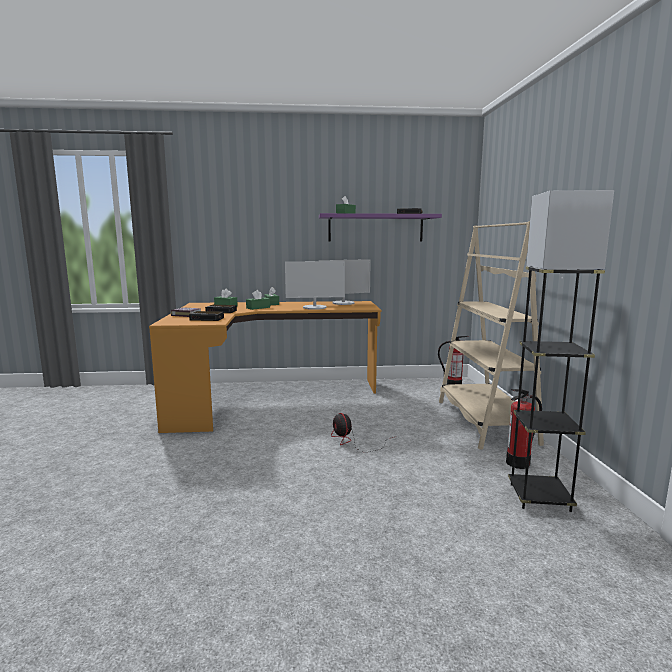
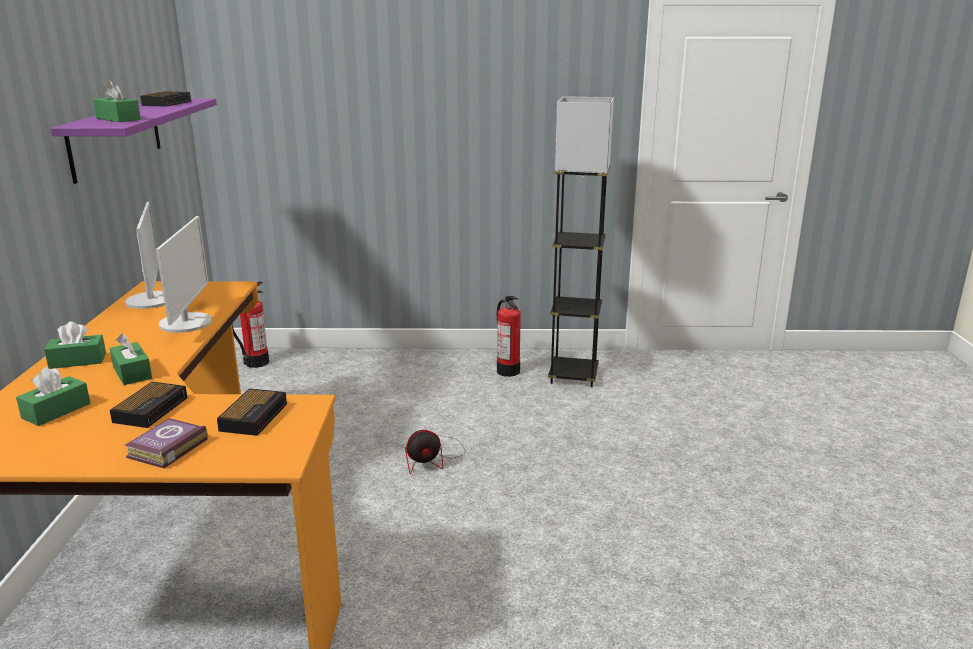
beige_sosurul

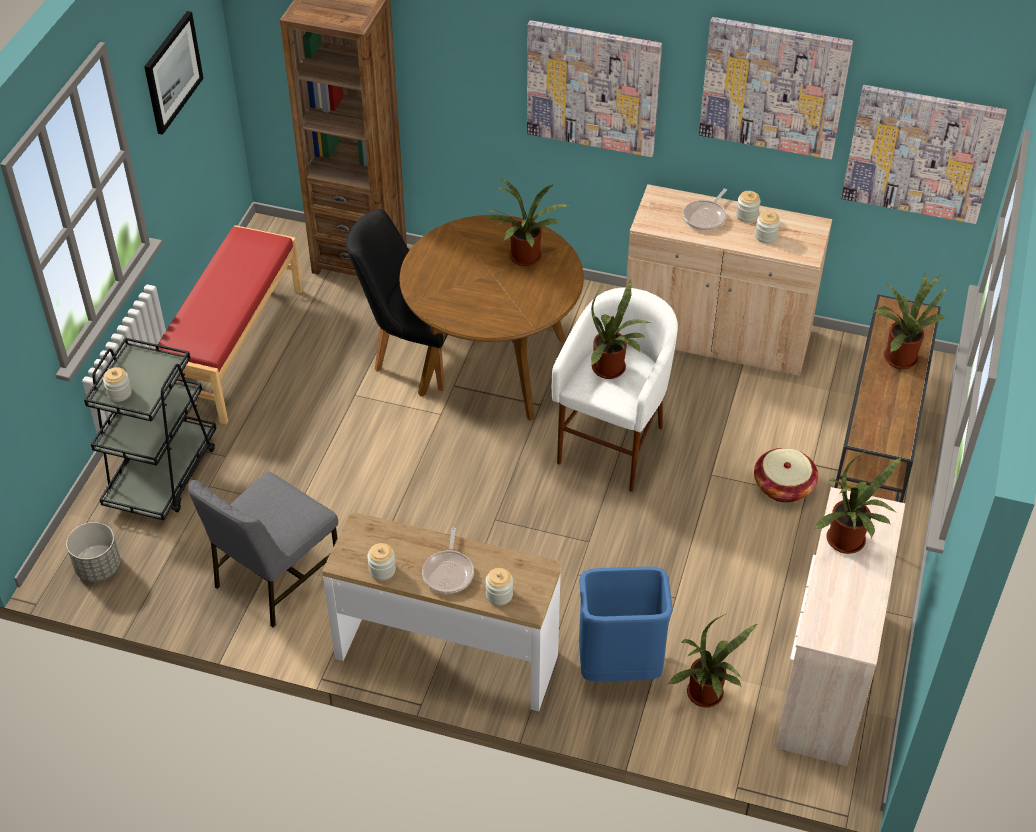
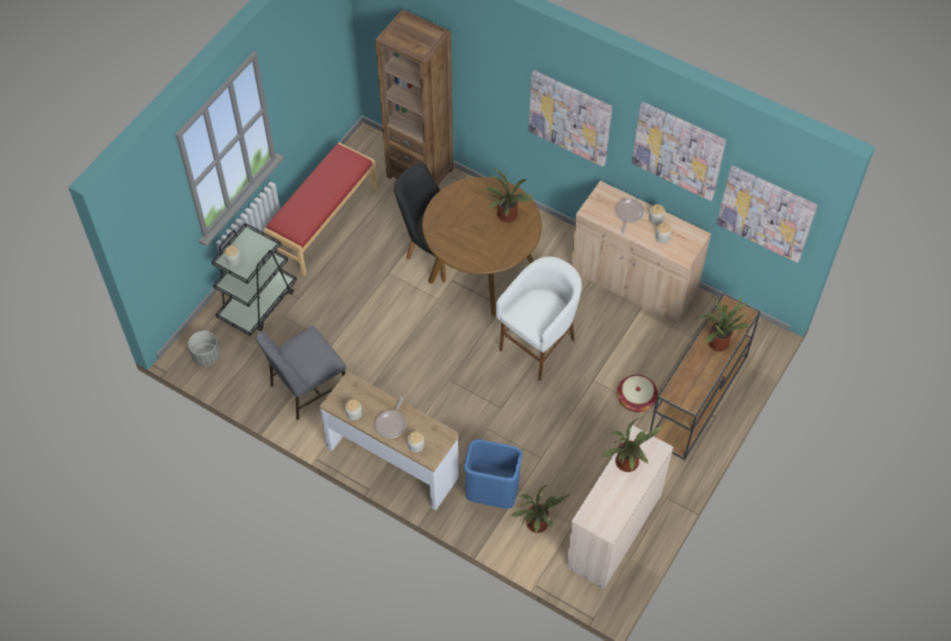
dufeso (no. 1 from left in the first image); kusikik (no. 2 from left in the first image); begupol (no. 2 from left)

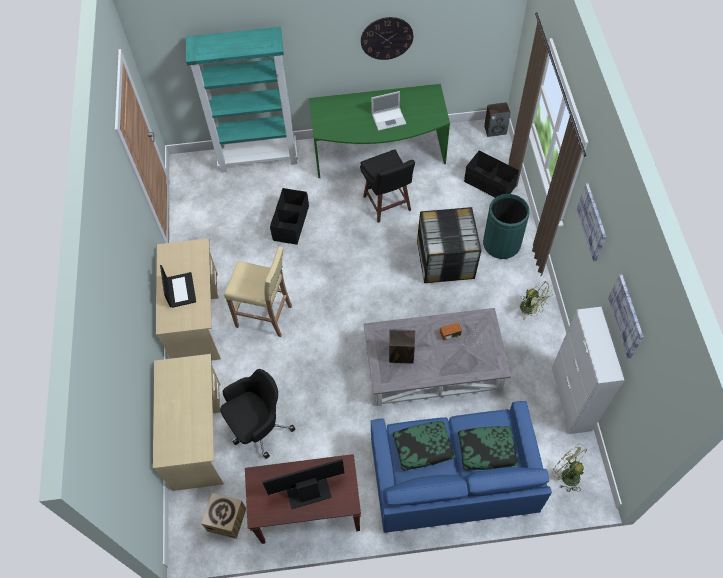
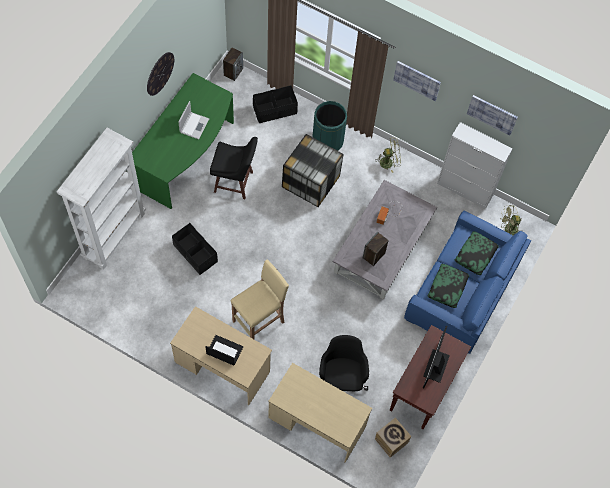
white_sosurul

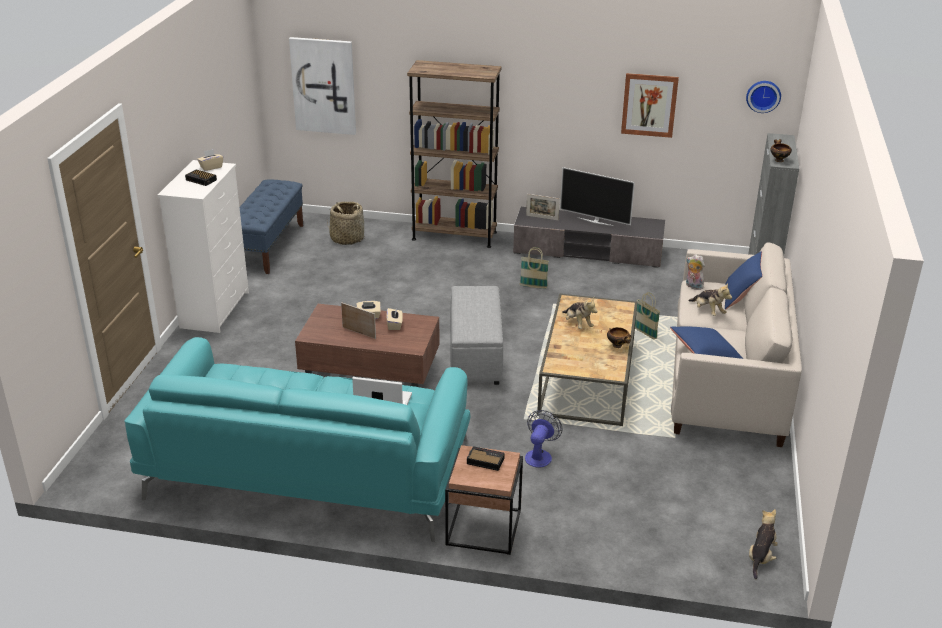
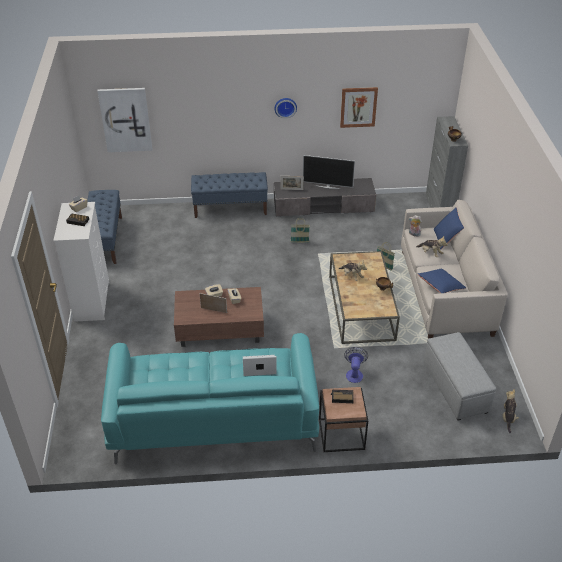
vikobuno (no. 1 from left in the first image); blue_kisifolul (no. 2 from left); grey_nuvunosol; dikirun

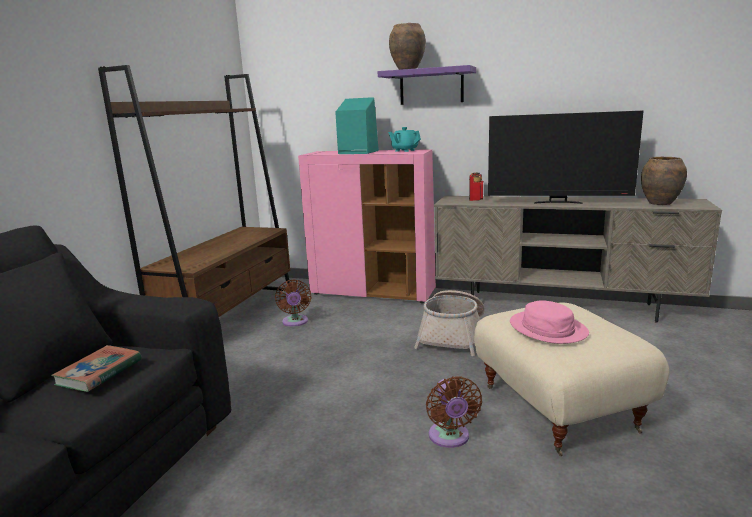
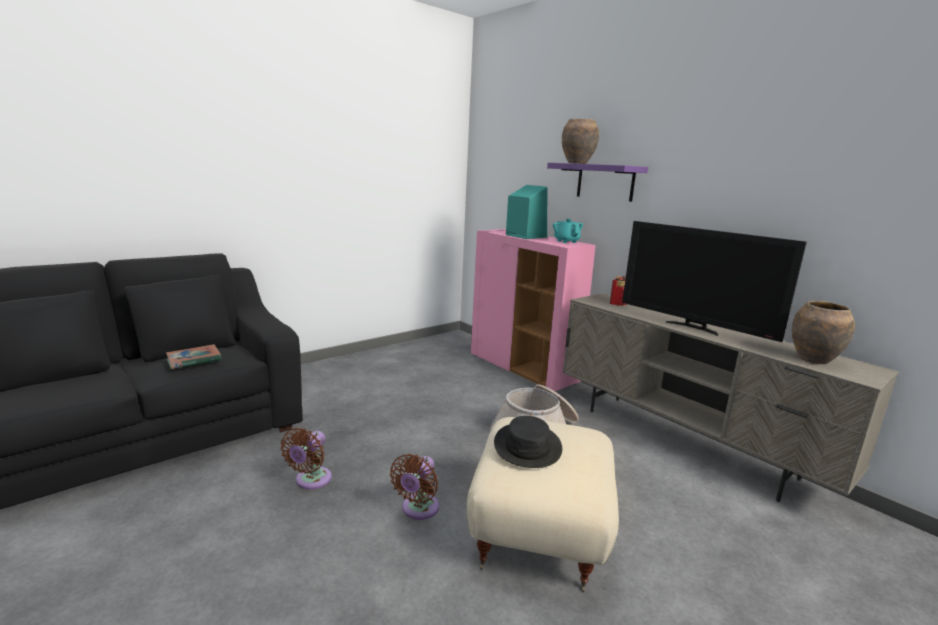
brown_sosurul; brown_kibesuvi (no. 1 from left); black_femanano

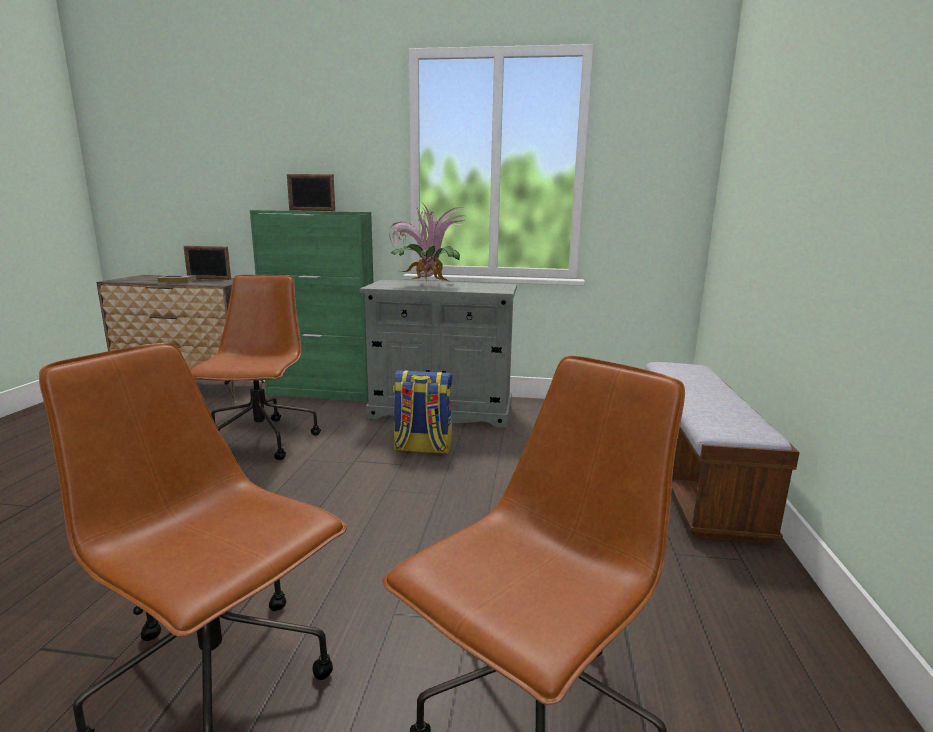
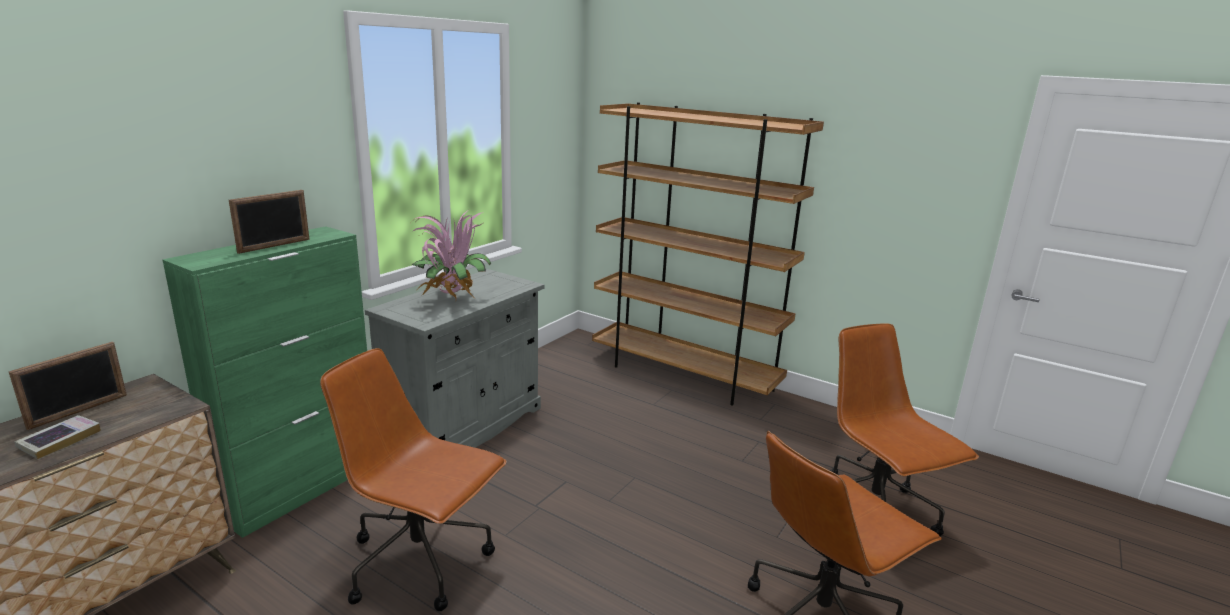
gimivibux; brown_sosurul

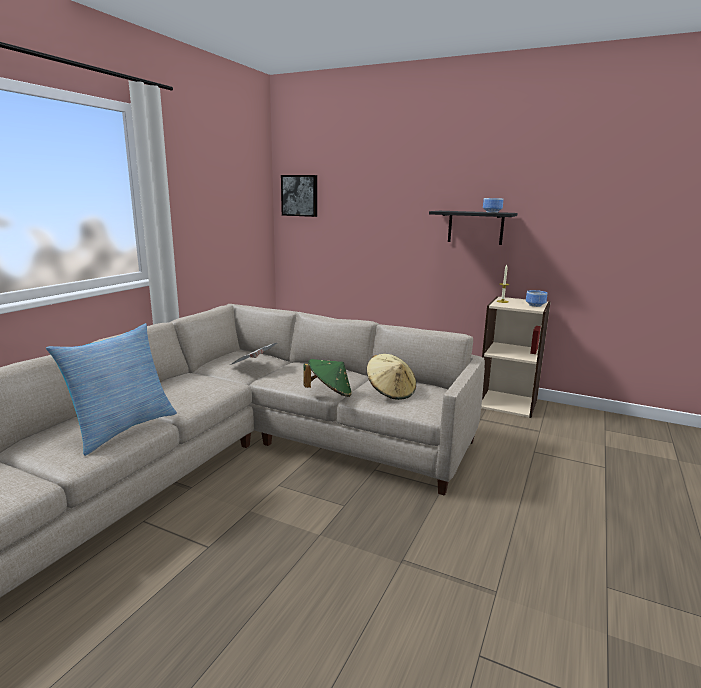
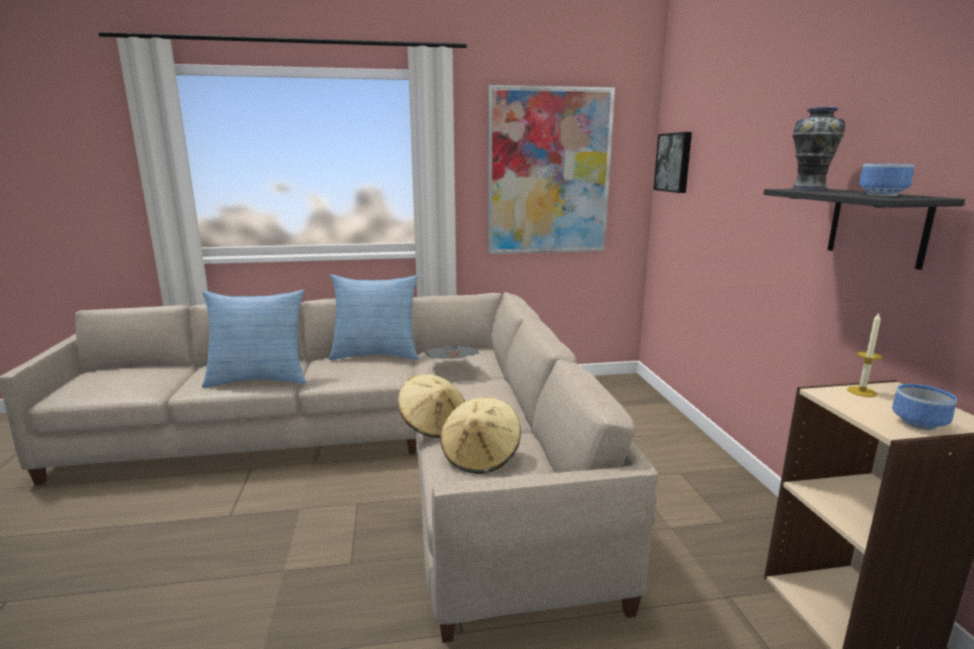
beige_femanano (no. 1 from left); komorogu (no. 2 from left); dufeso (no. 1 from left); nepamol

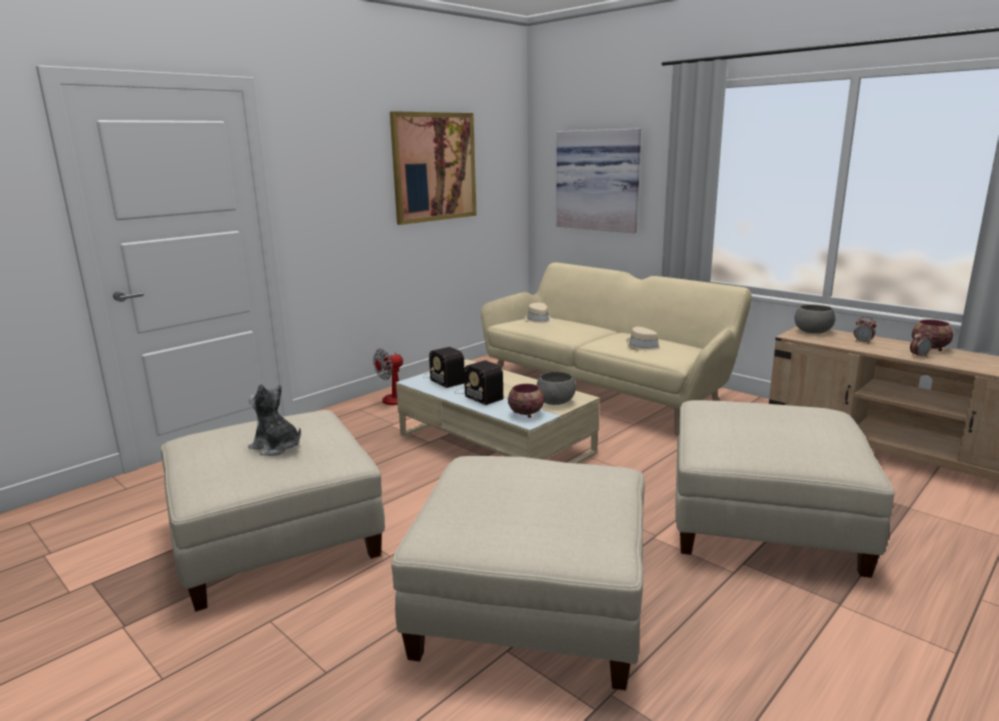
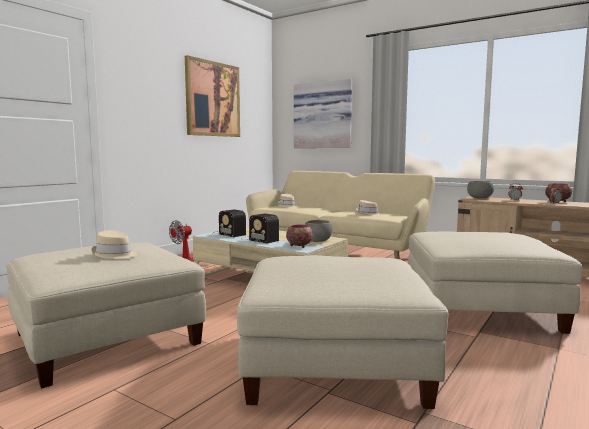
beige_femanano (no. 1 from left)

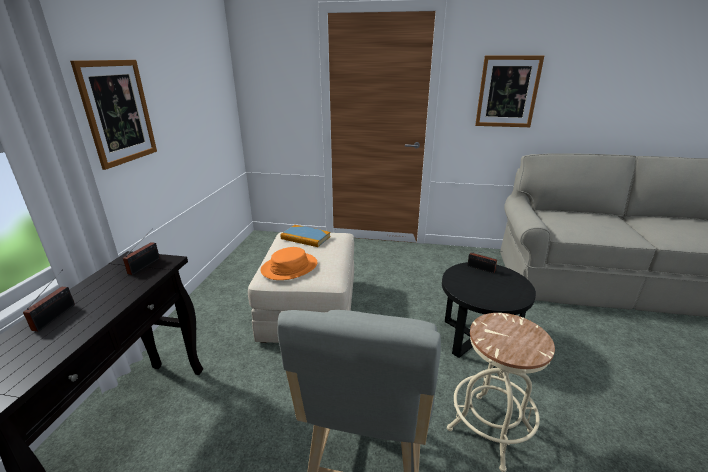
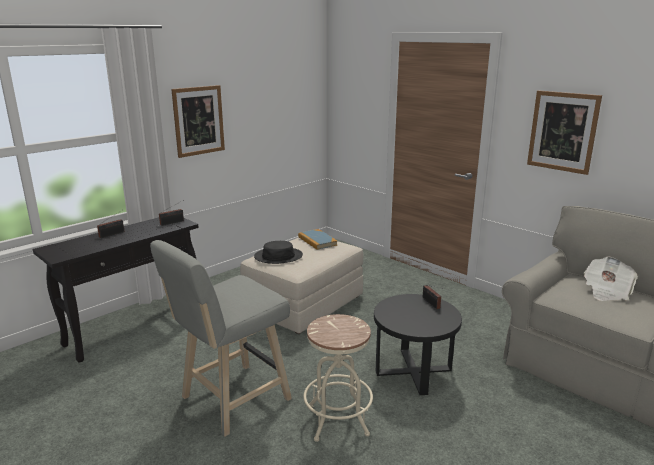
black_femanano; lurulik

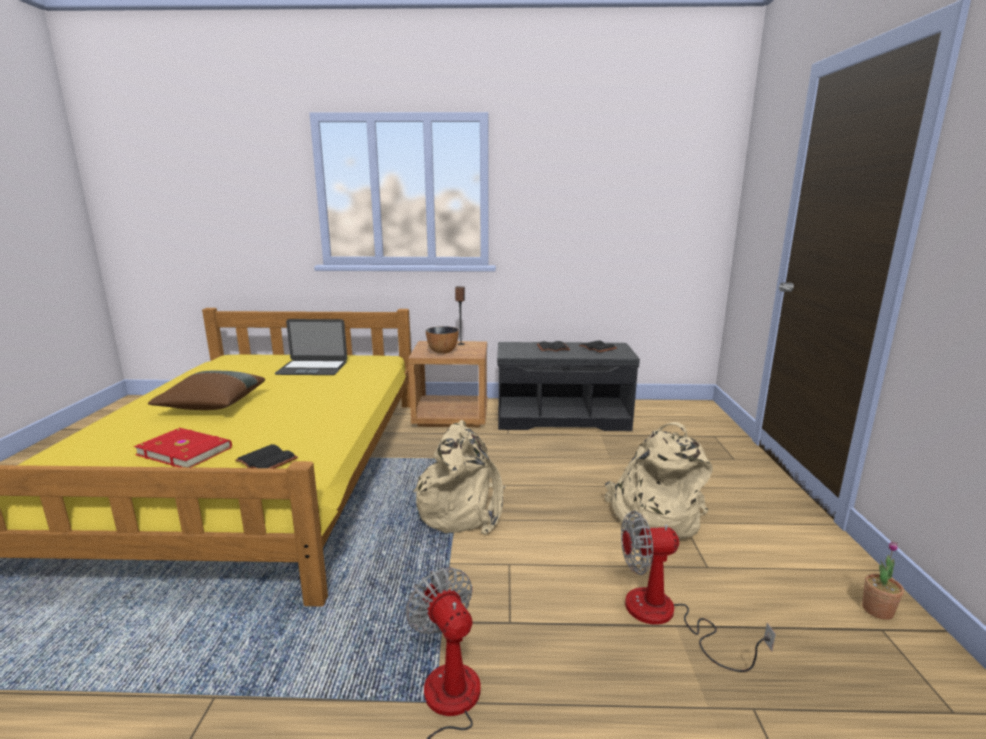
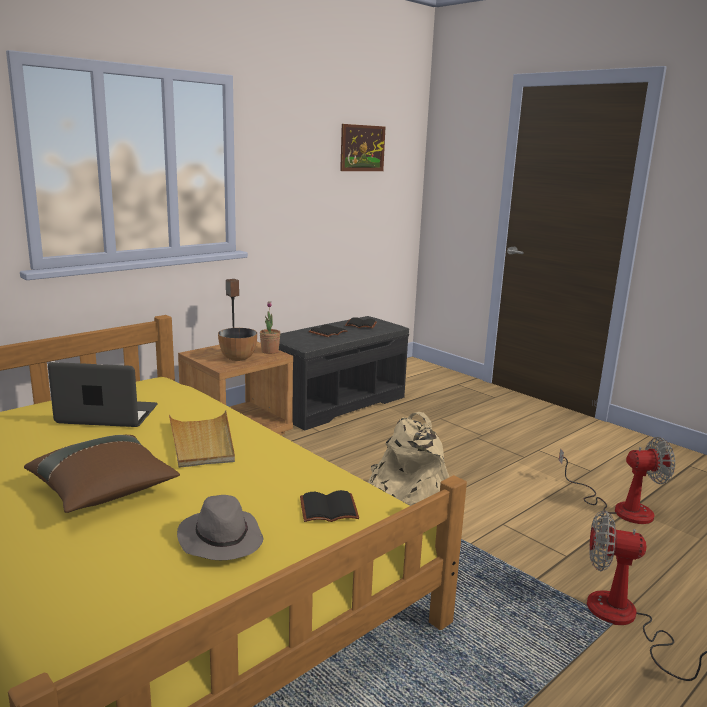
grey_femanano; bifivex; beige_gimivibux (no. 2 from left in the first image); kibesuvi (no. 1 from left); kusikik; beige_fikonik; dufeso

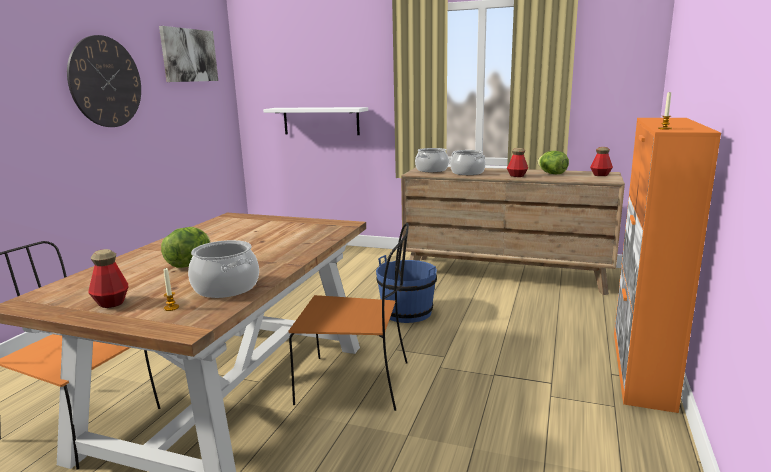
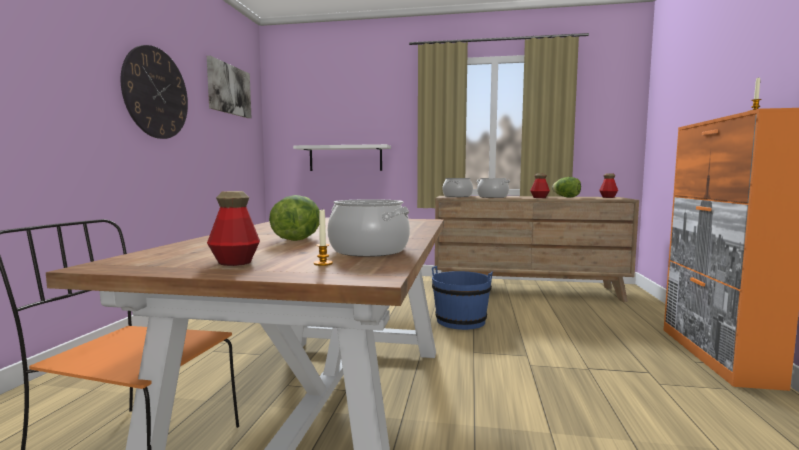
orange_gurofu (no. 2 from left in the first image)

